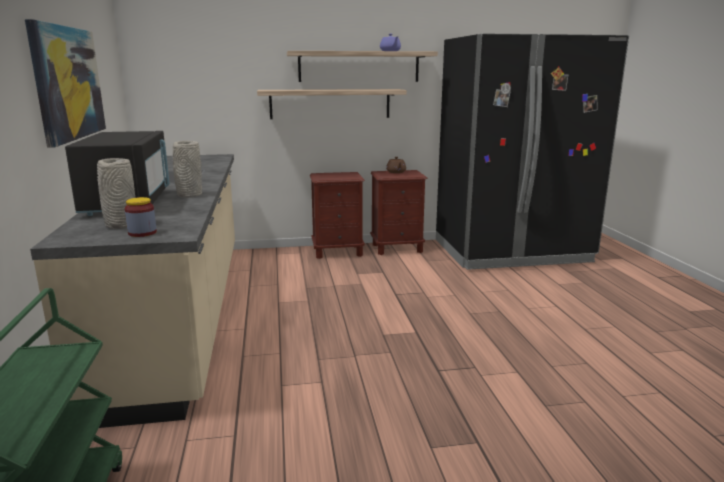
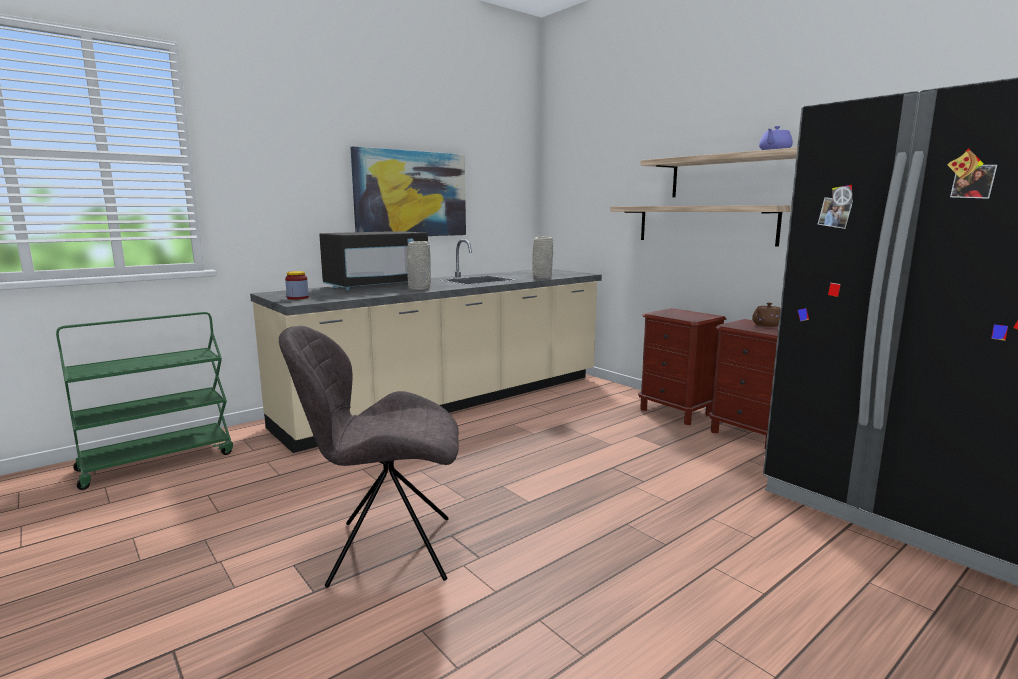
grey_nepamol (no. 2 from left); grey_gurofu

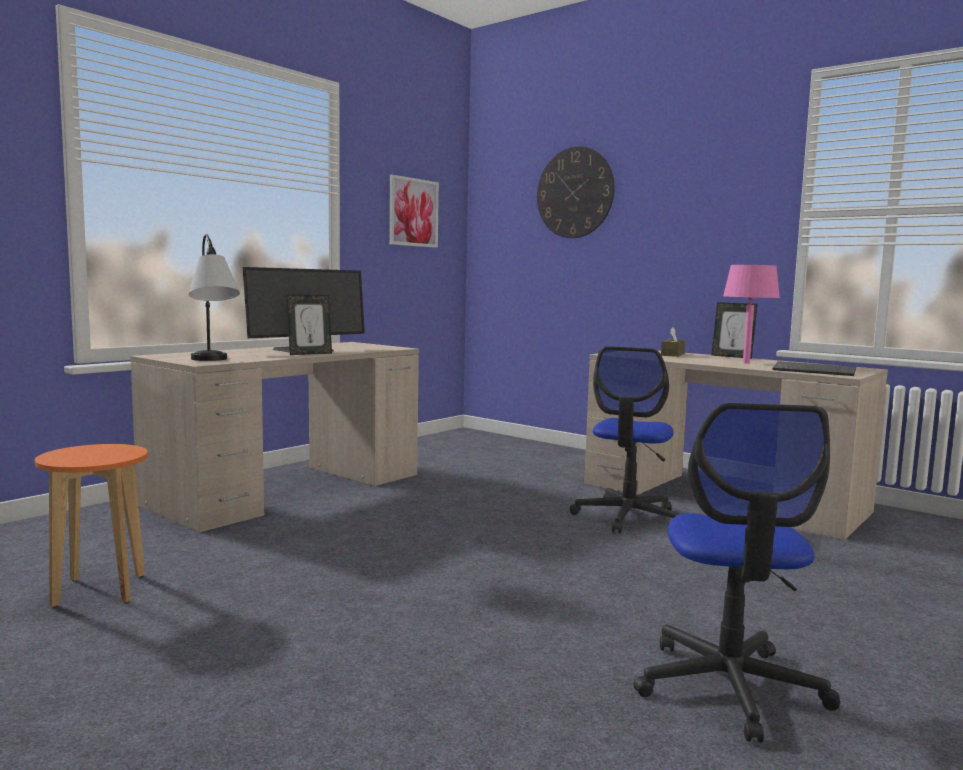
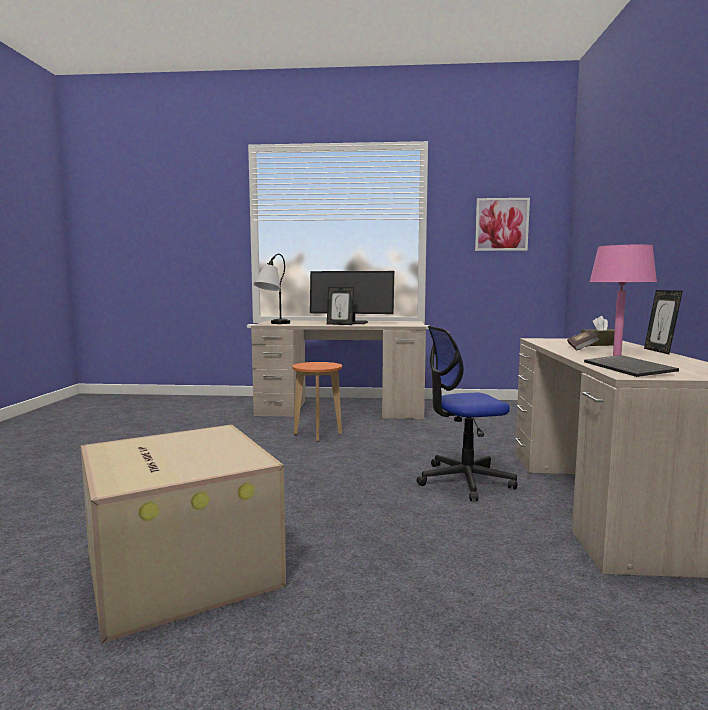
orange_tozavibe; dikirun; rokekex; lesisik

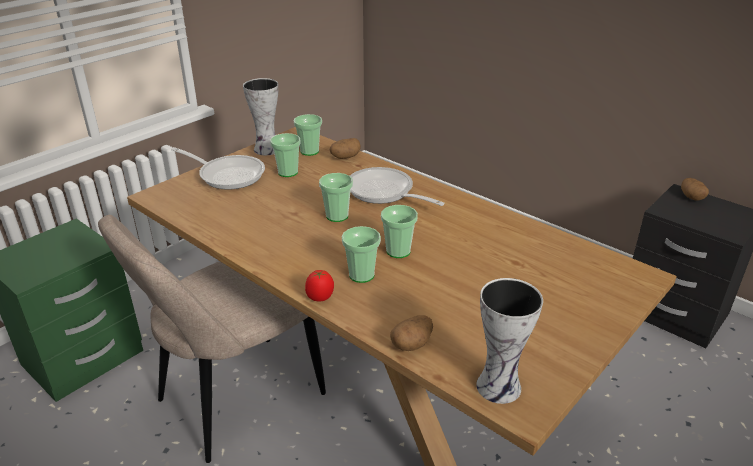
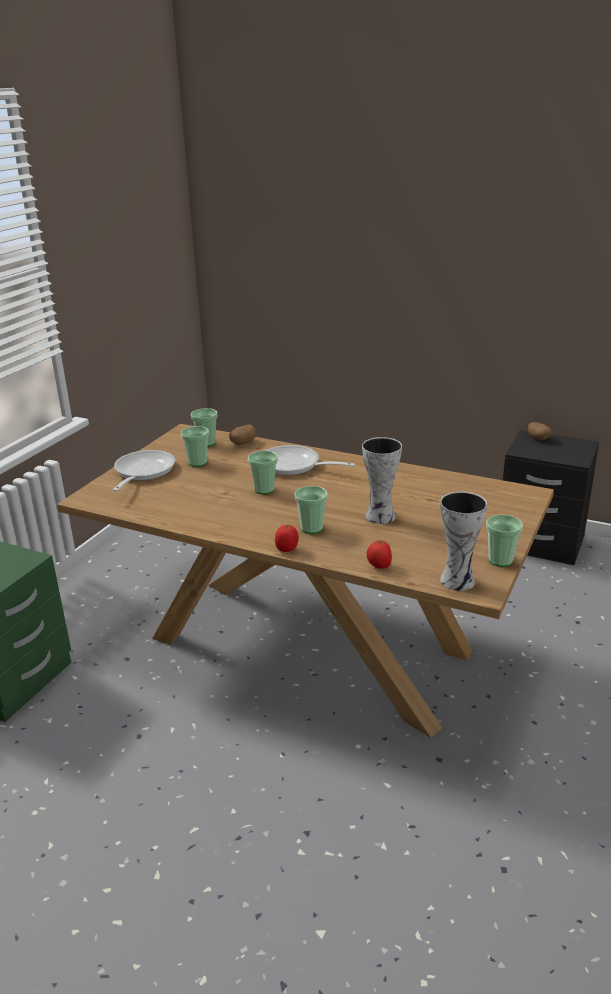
beige_gurofu; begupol (no. 1 from left); nepamol (no. 1 from left); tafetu (no. 5 from left); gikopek (no. 2 from left)

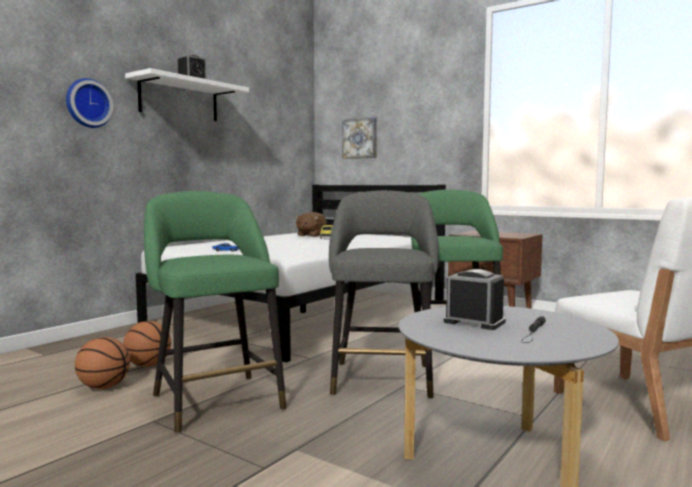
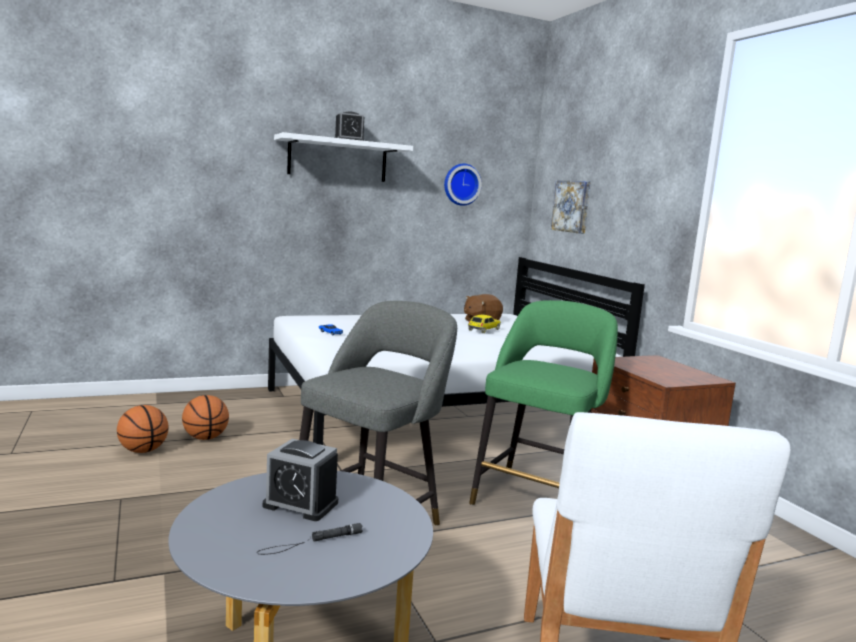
dikirun; green_tozavibe (no. 1 from left in the first image); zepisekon (no. 1 from left)

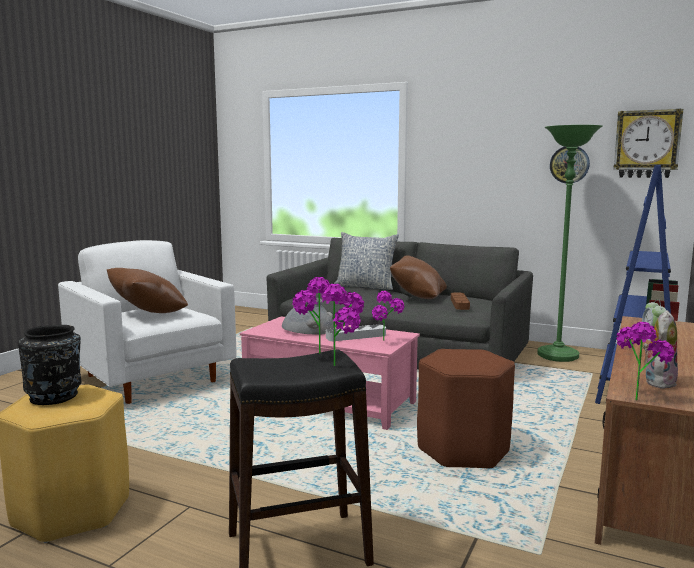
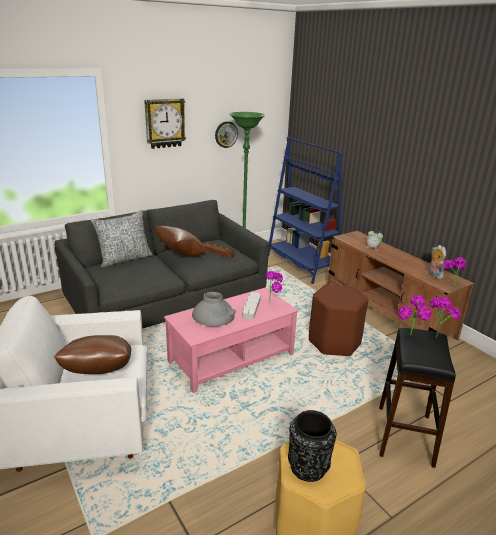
dikirun (no. 1 from left)

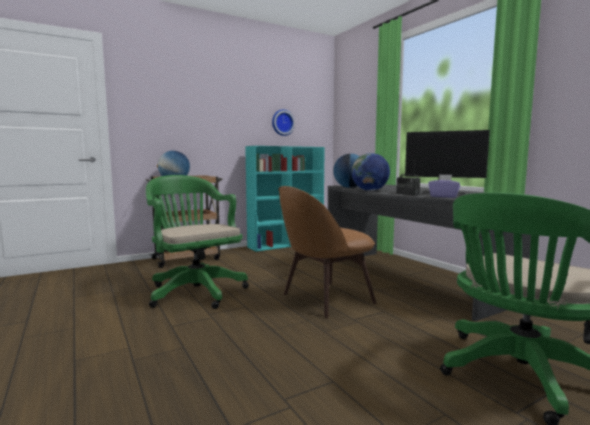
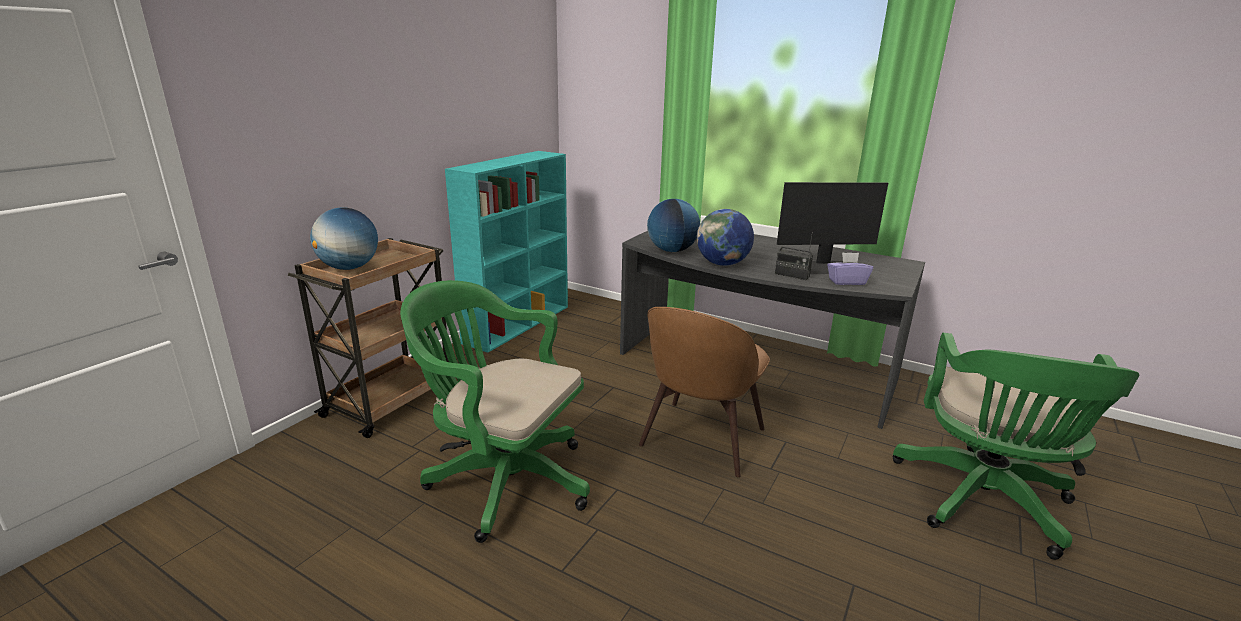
dikirun

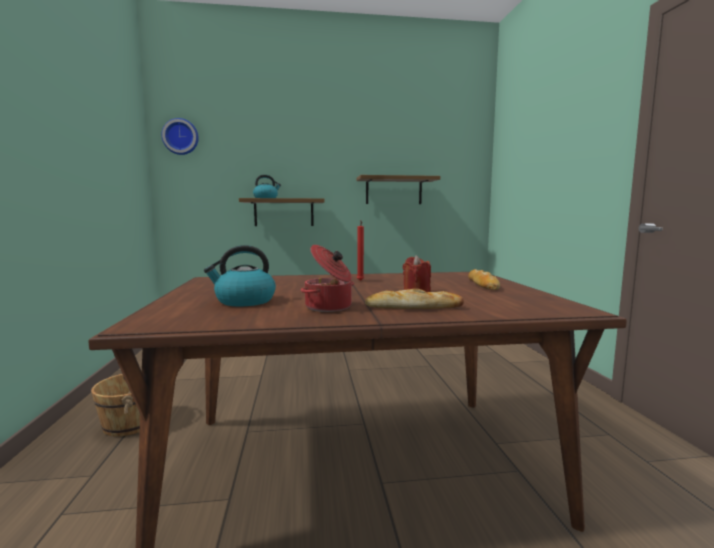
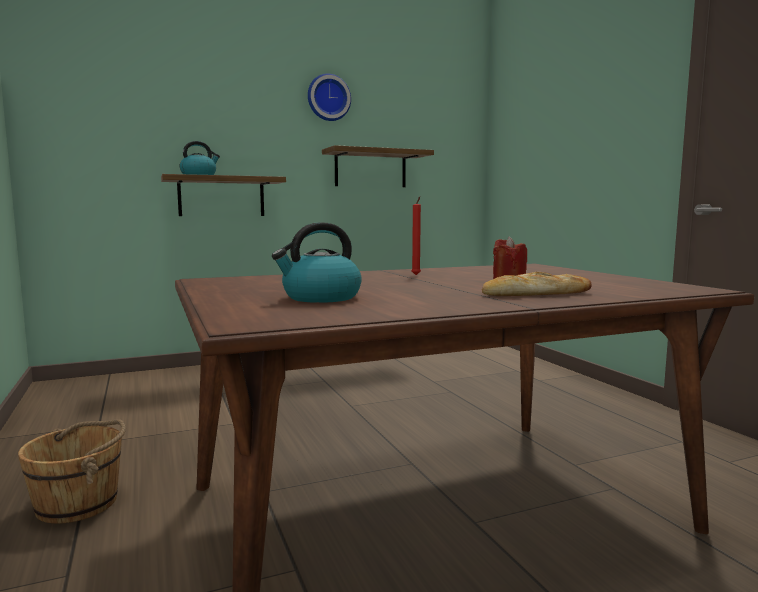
dikirun; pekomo; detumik (no. 2 from left in the first image)

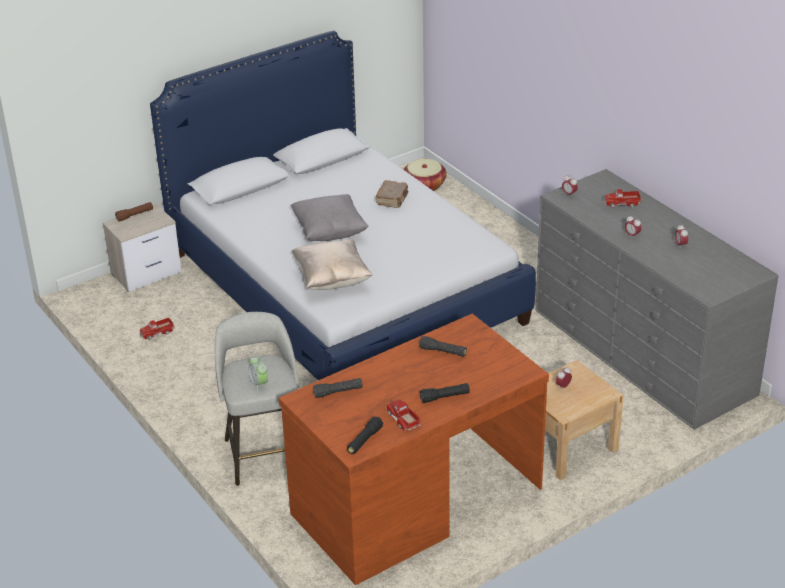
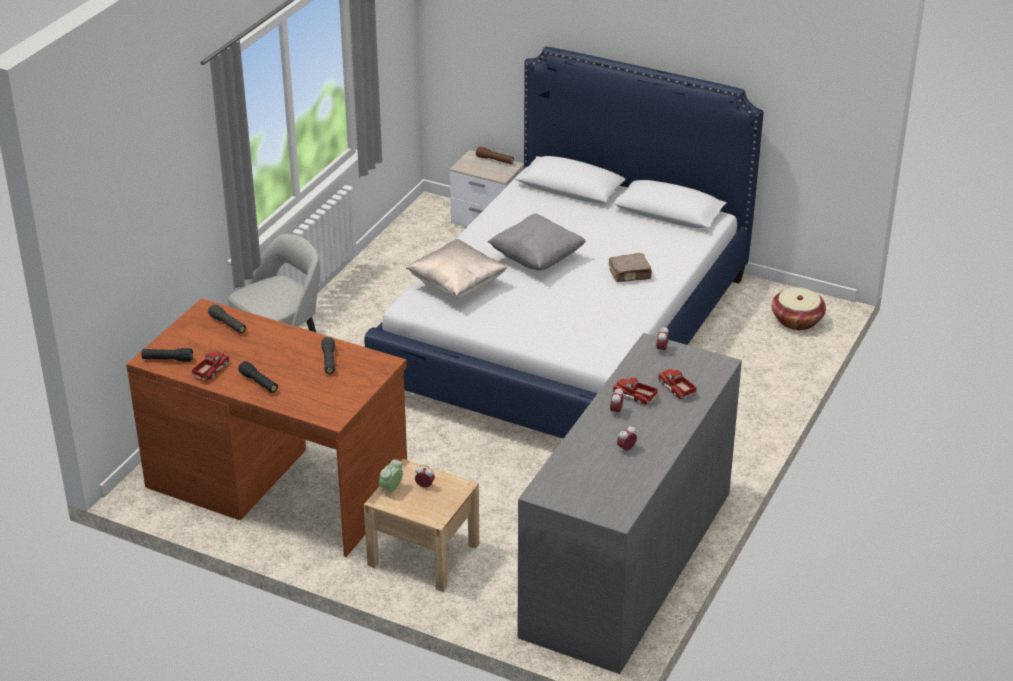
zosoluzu (no. 2 from left); zepisekon (no. 1 from left)

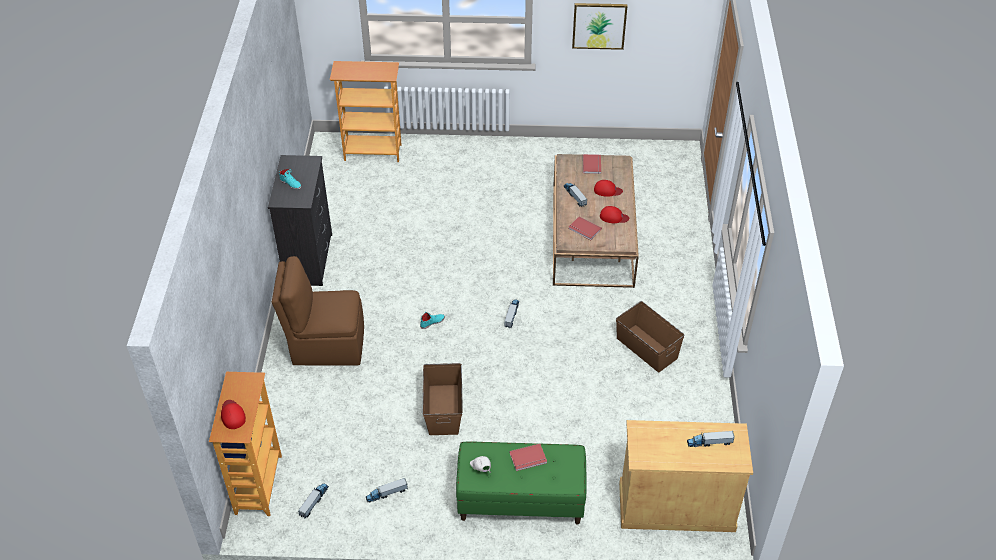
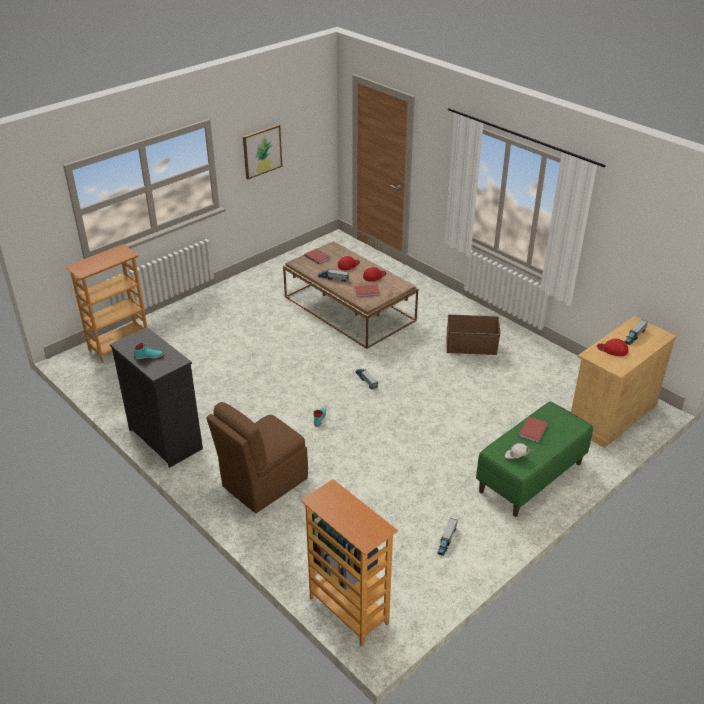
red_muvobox (no. 3 from left); zosoluzu (no. 1 from left in the first image); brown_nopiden (no. 1 from left in the first image)

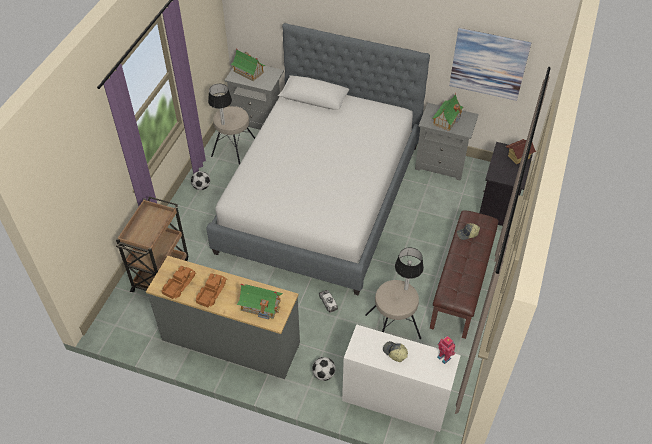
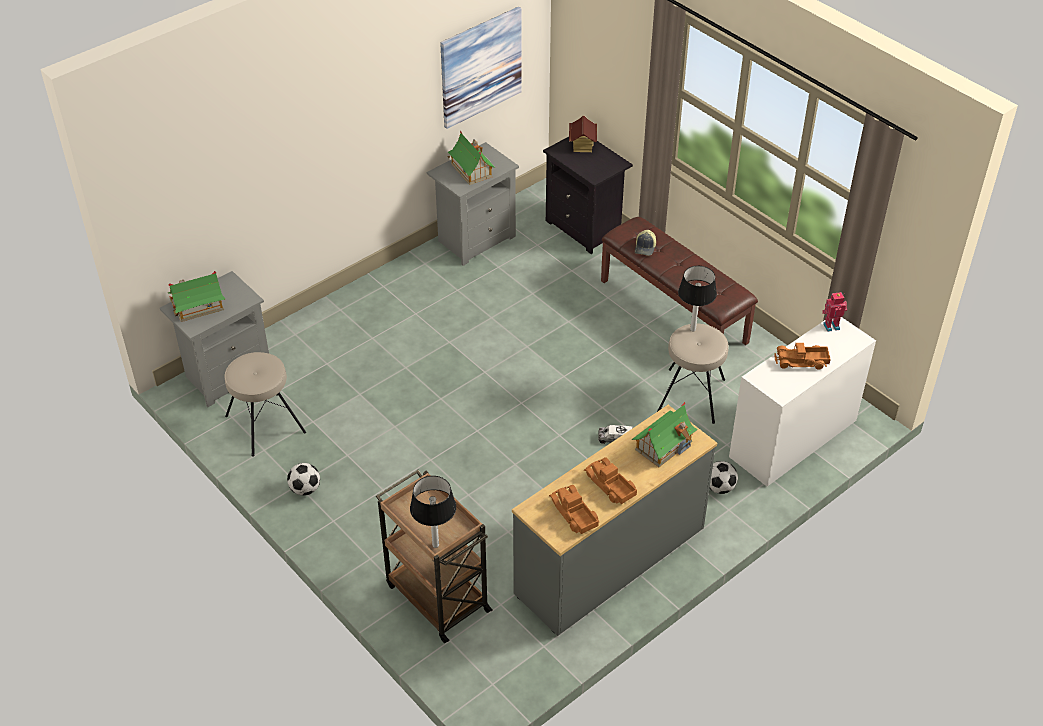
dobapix; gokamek (no. 1 from left); zosoluzu (no. 4 from left)

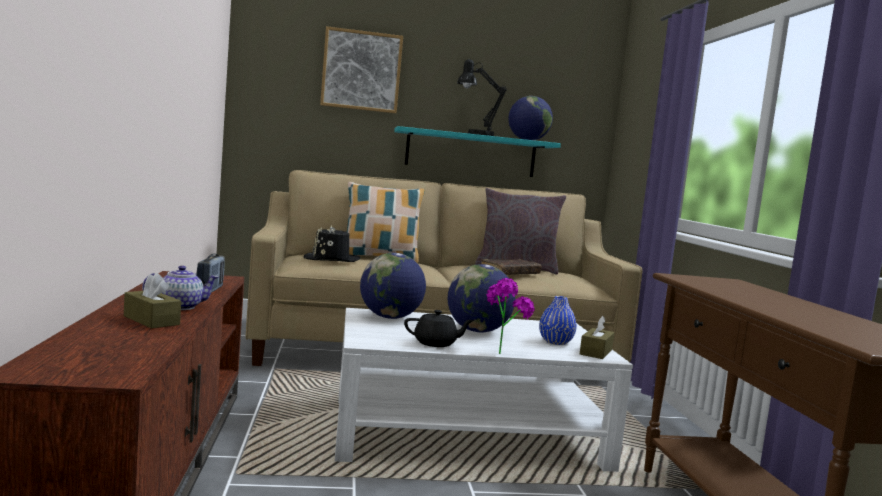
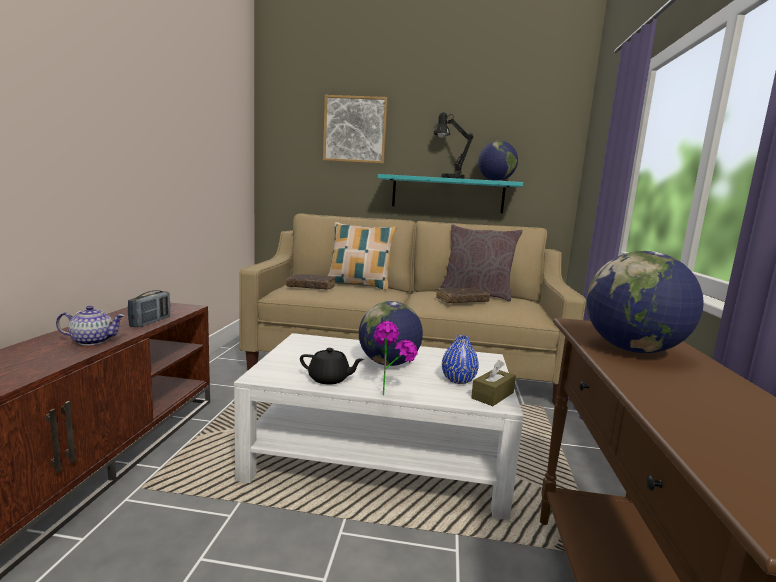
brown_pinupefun (no. 1 from left in the first image); brown_lesisik (no. 1 from left); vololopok (no. 3 from left)

